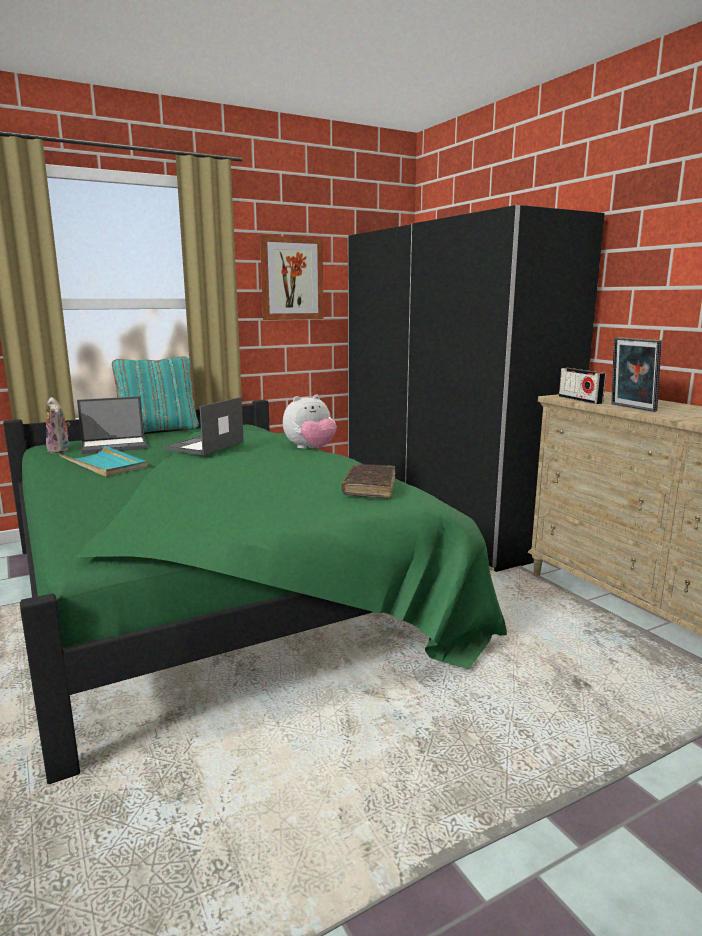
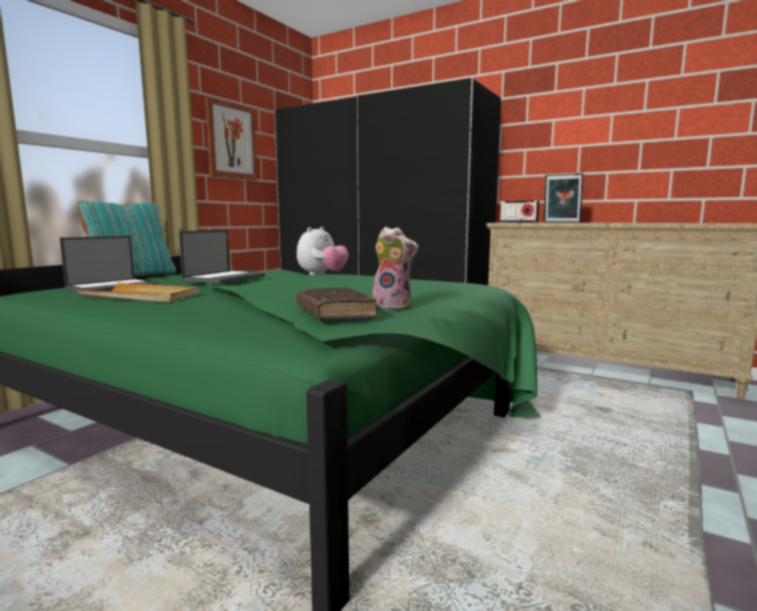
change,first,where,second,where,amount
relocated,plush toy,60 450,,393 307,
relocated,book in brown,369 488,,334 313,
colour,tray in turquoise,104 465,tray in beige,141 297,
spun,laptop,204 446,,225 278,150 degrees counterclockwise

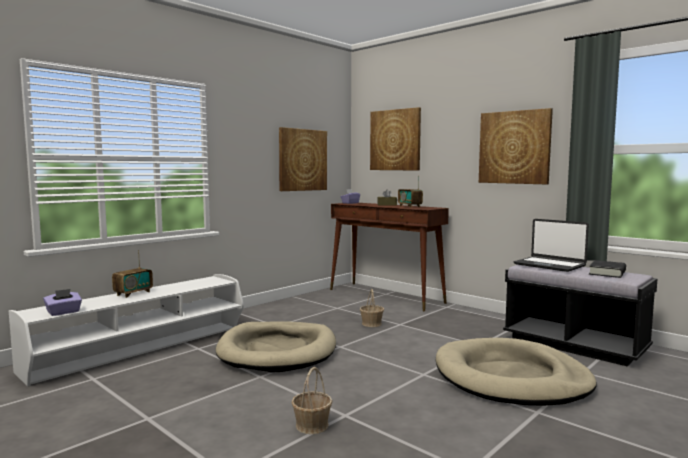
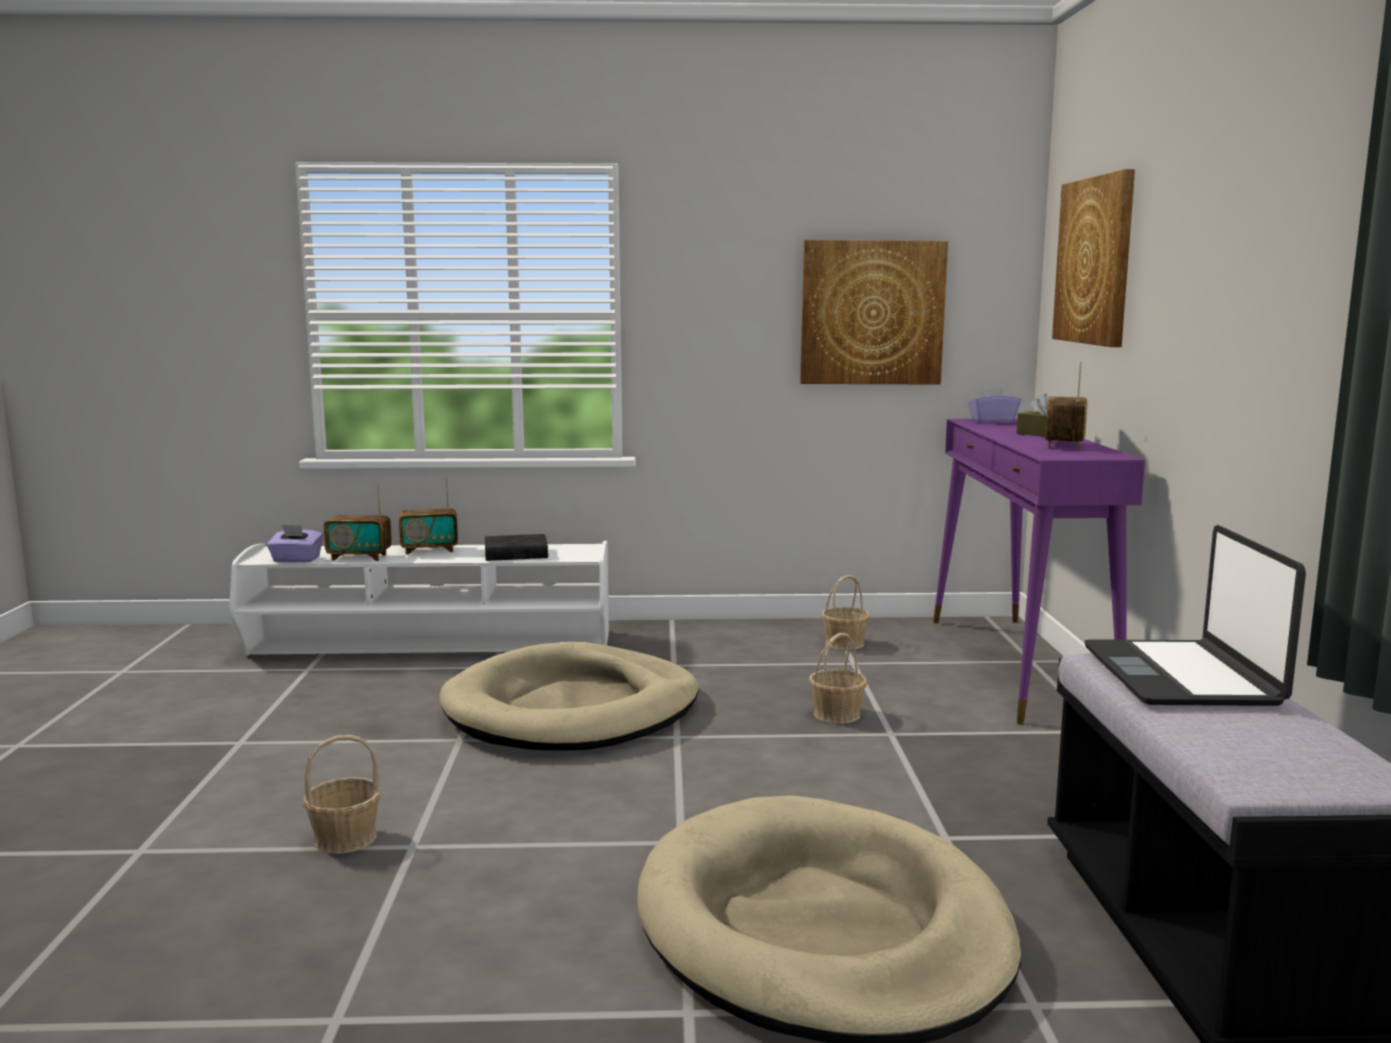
change,first,where,second,where,amount
missing,picture,514 147,,,
appeared,,,radio,359 557,
appeared,,,basket,845 643,
relocated,book in black,607 273,,516 554,
colour,console table in brown,385 296,console table in purple,1018 666,

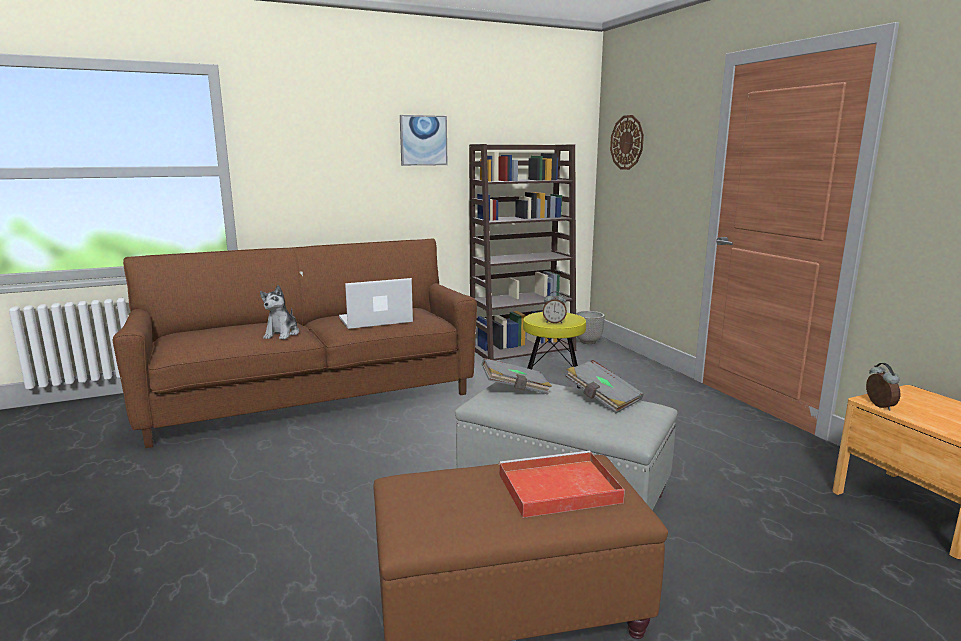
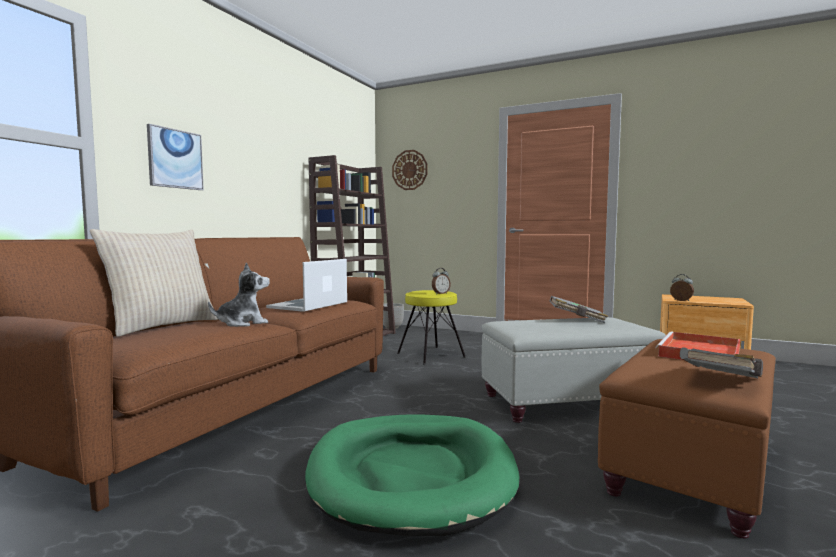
change,first,where,second,where,amount
appeared,,,pillow in beige,161 326,
appeared,,,dog bed in green,411 475,
relocated,picture,423 140,,175 159,
relocated,book in grey,515 389,,722 382,
spun,plush toy,282 334,,243 323,90 degrees counterclockwise

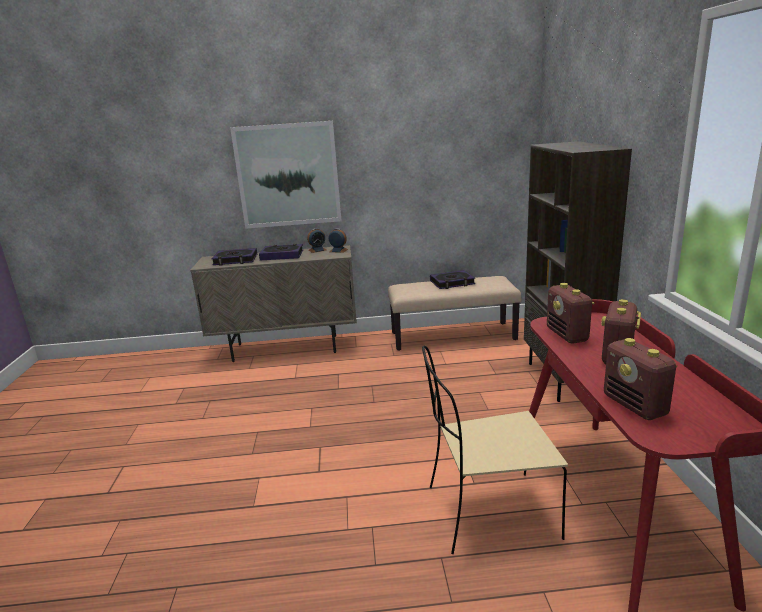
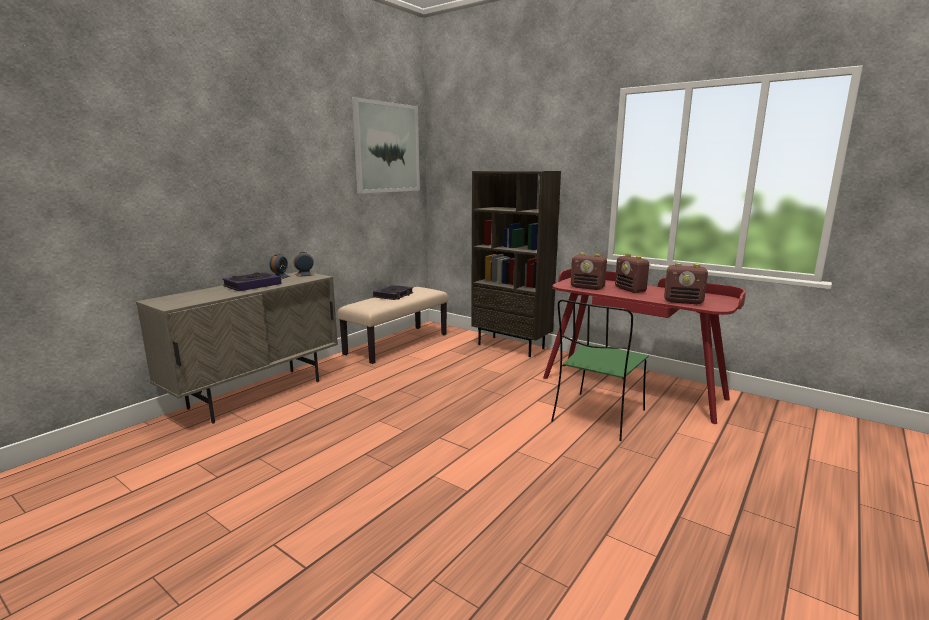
change,first,where,second,where,amount
missing,book,235 260,,,
relocated,picture,288 175,,387 148,
colour,chair in beige,488 512,chair in green,598 417,

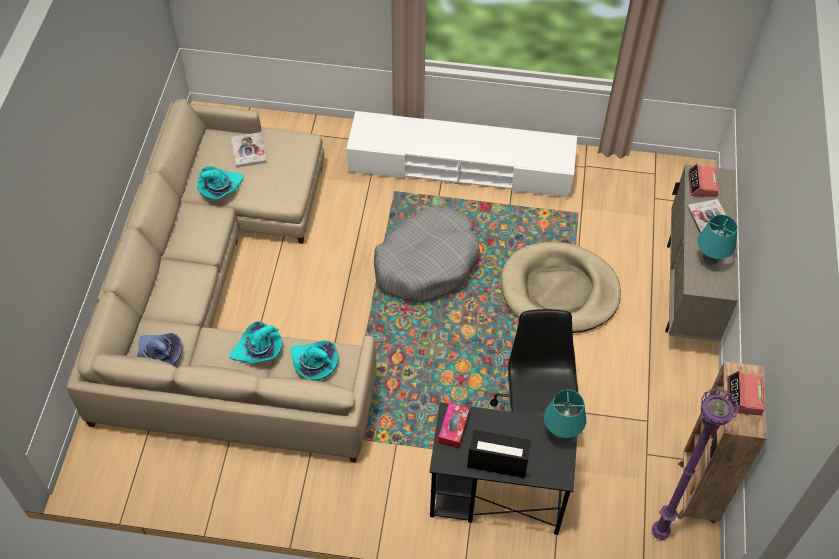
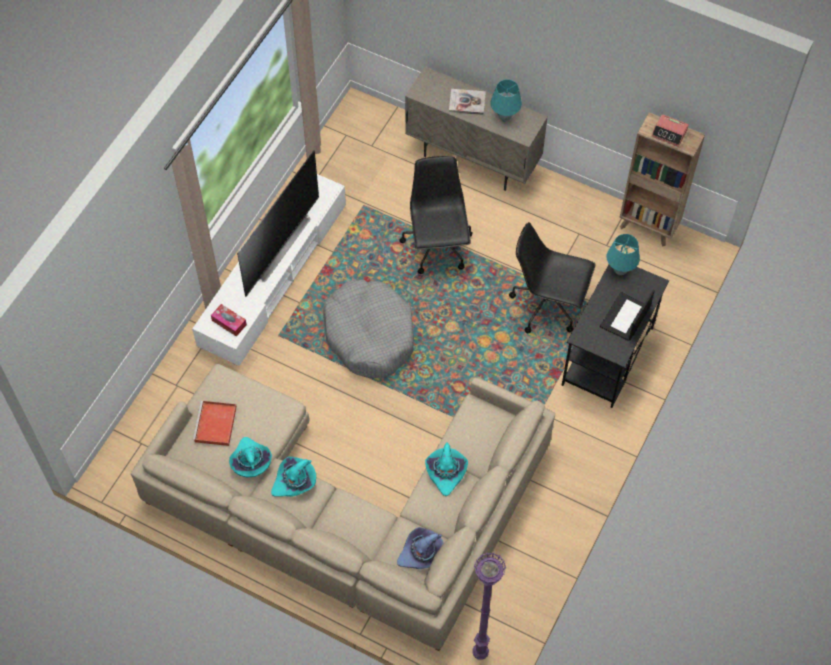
change,first,where,second,where,amount
missing,alarm clock,702 184,,,
appeared,,,television,278 245,
relocated,hat in turquoise,314 364,,295 481,
relocated,tissue box,453 428,,229 322,
relocated,floor lamp in purple,658 532,,479 653,
exchanged,book,248 151,tray in red,215 425,
exchanged,dog bed in beige,559 291,office chair in black,437 247,

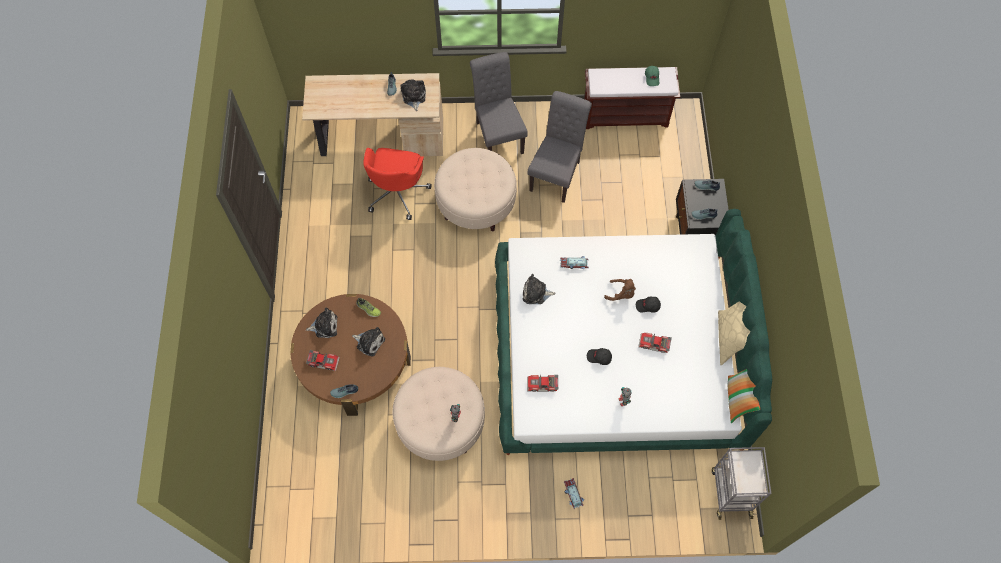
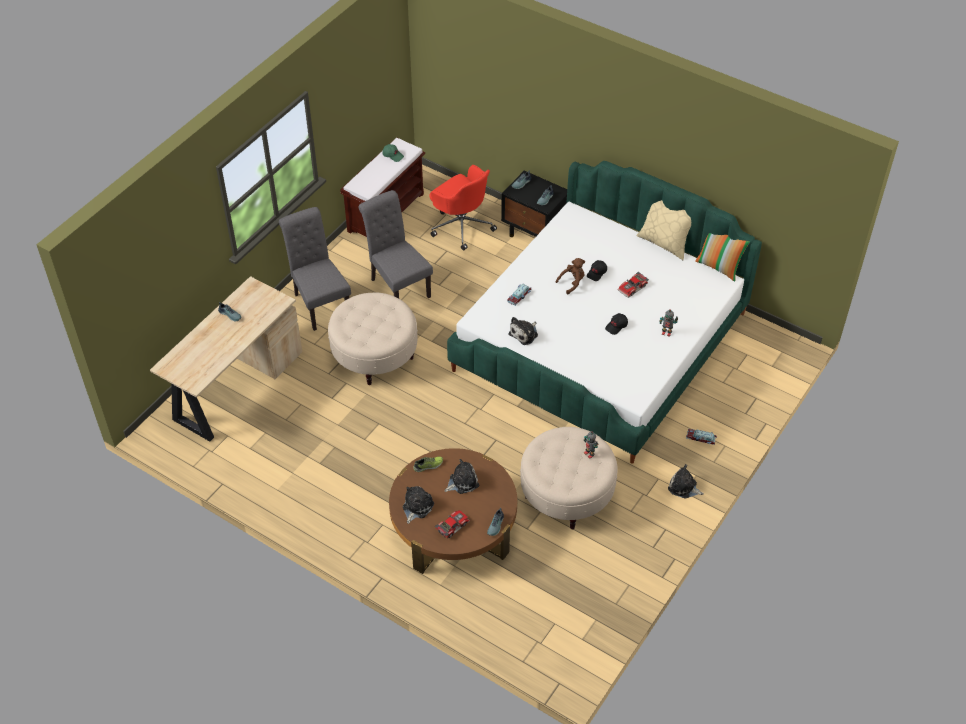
change,first,where,second,where,amount
missing,toy car,542 385,,,
missing,cart in grey,731 491,,,
relocated,office chair in red,397 192,,461 225,
relocated,plush toy,413 97,,684 487,
spun,chair in grey,498 135,,320 303,45 degrees clockwise

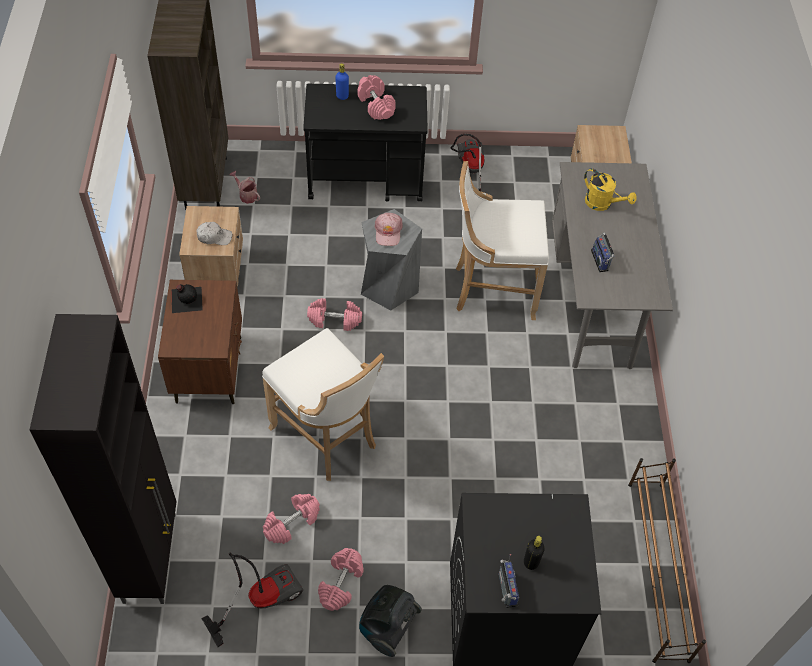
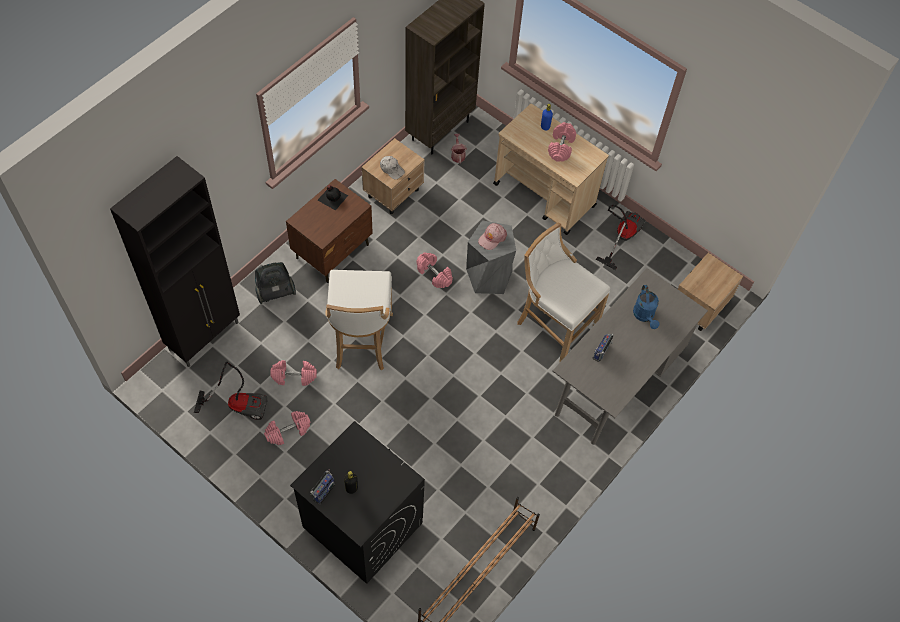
change,first,where,second,where,amount
relocated,vacuum cleaner,387 628,,275 292,
colour,cart in black,366 180,cart in beige,545 195,
colour,watering can in yellow,602 204,watering can in blue,644 316,

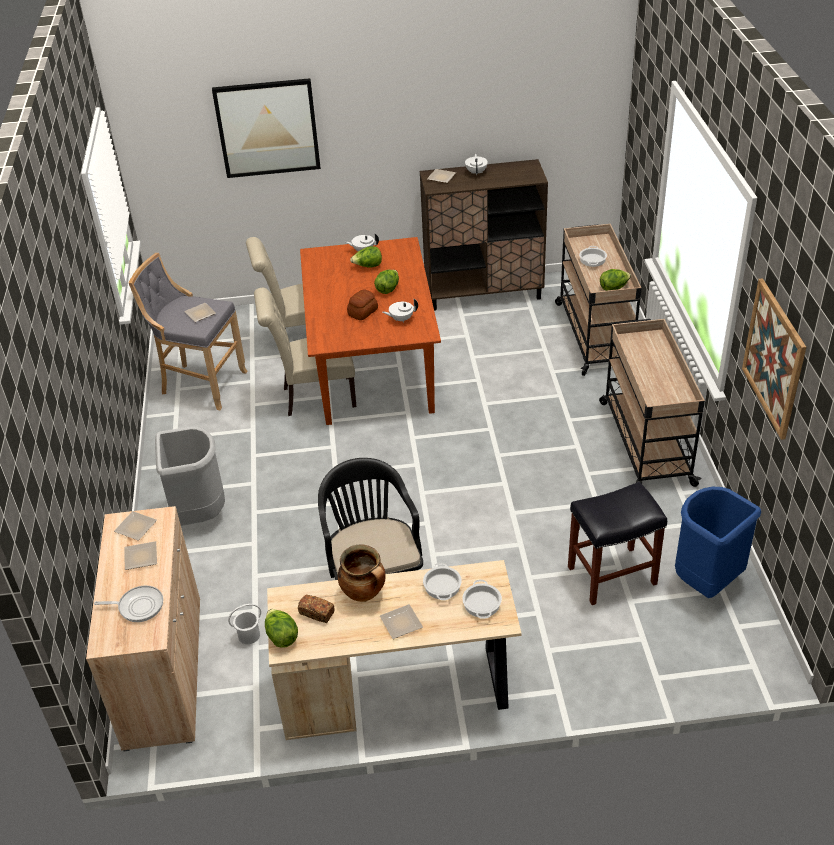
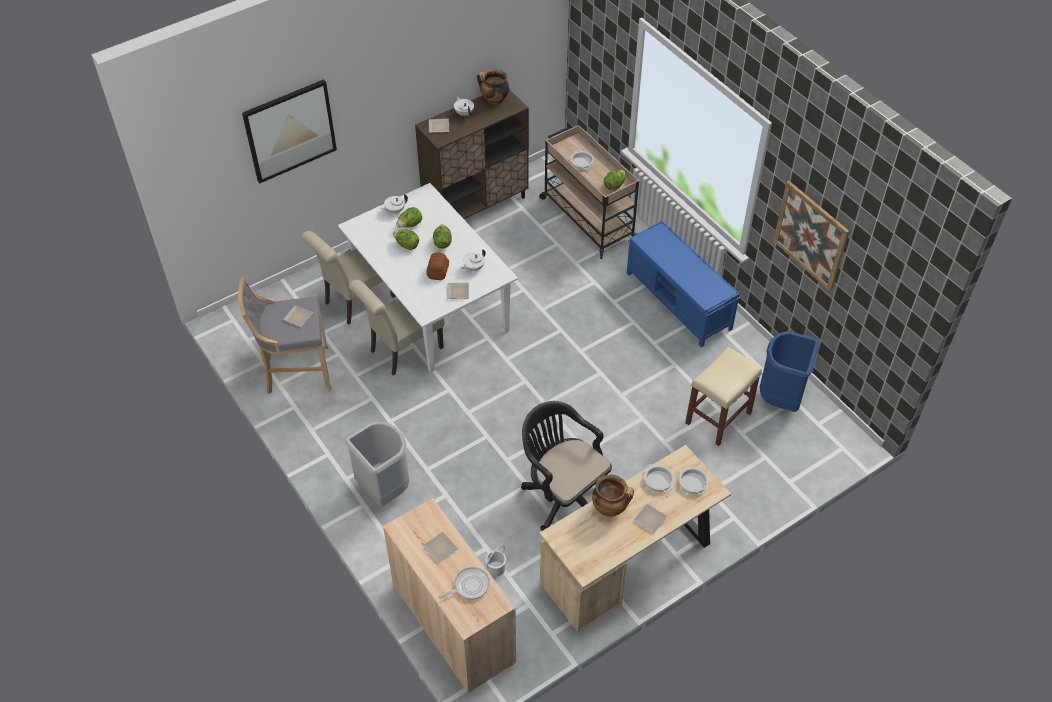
change,first,where,second,where,amount
missing,bread,317 613,,,
appeared,,,cooking pot,494 100,
relocated,plate,137 527,,458 291,
relocated,lettuce,281 636,,406 245,
exchanged,cart in beige,645 441,bench in blue,679 301,
colour,dining table in brown,372 366,dining table in white,430 305,
colour,stool in black,611 576,stool in beige,718 419,

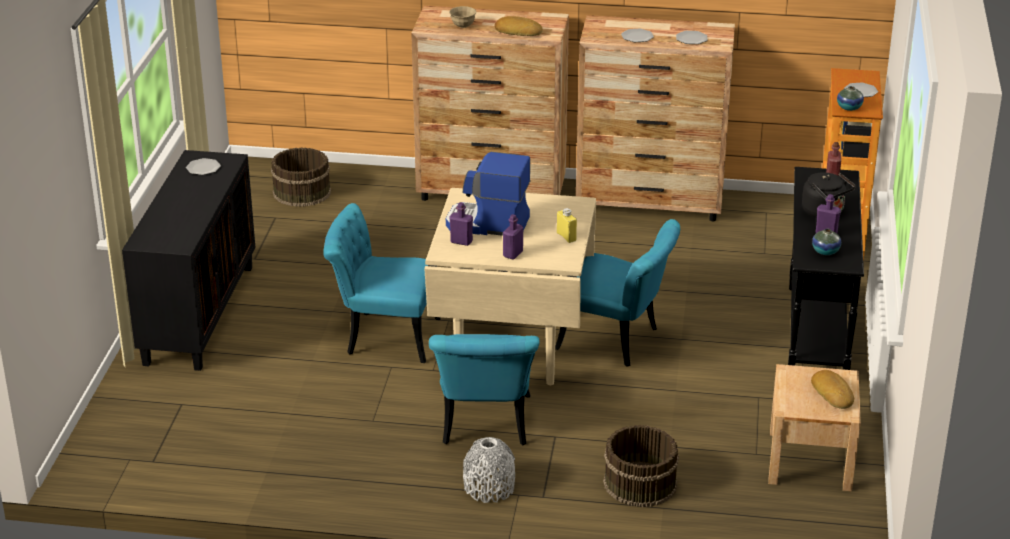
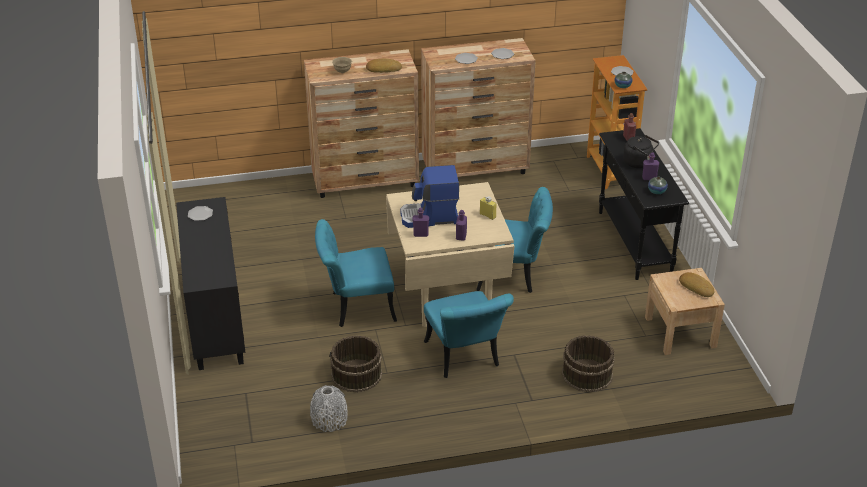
change,first,where,second,where,amount
relocated,bucket in brown,301 192,,356 375,
relocated,vase in grey,489 487,,329 419,

